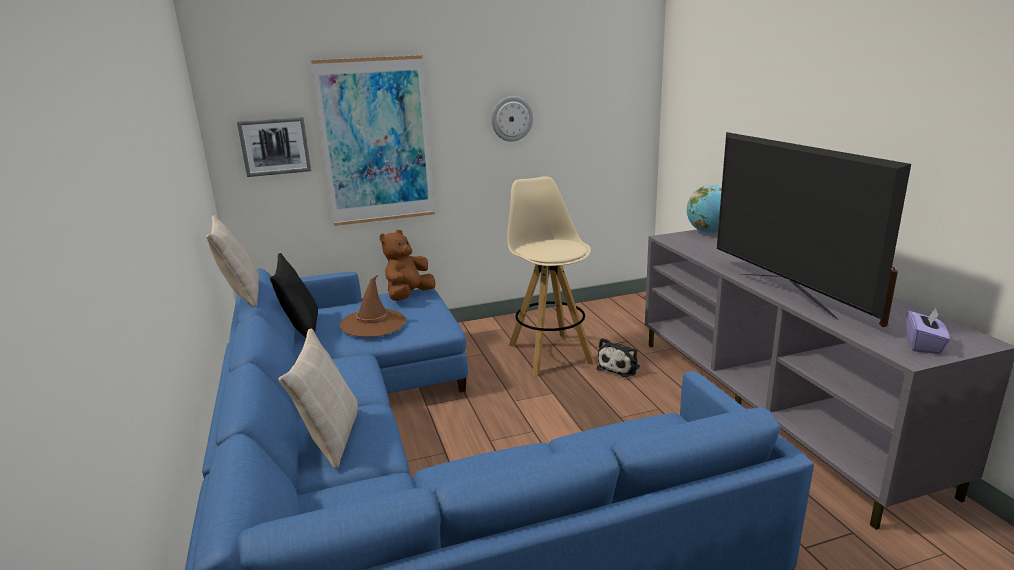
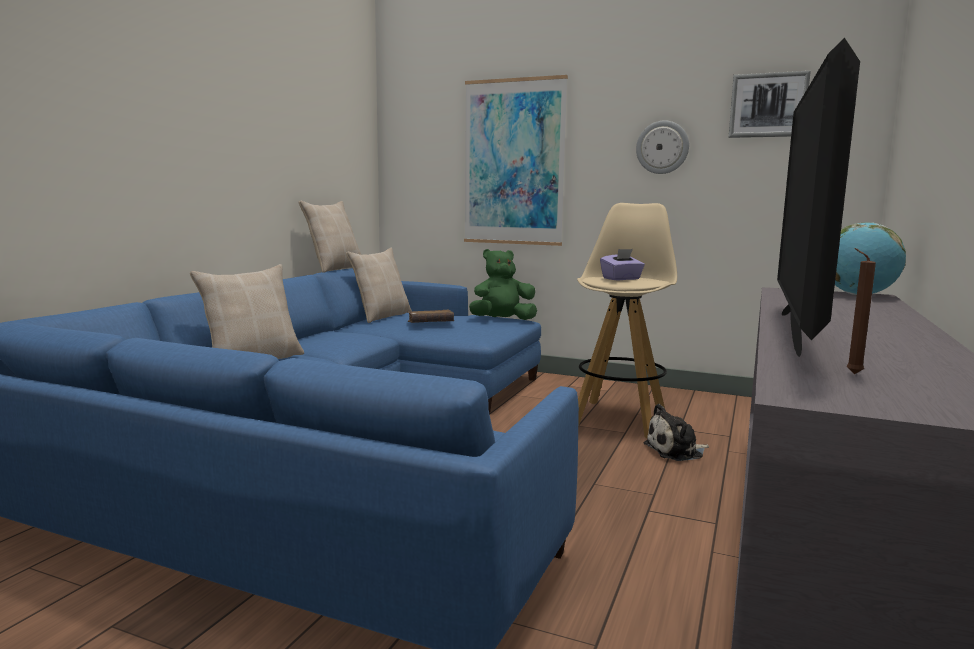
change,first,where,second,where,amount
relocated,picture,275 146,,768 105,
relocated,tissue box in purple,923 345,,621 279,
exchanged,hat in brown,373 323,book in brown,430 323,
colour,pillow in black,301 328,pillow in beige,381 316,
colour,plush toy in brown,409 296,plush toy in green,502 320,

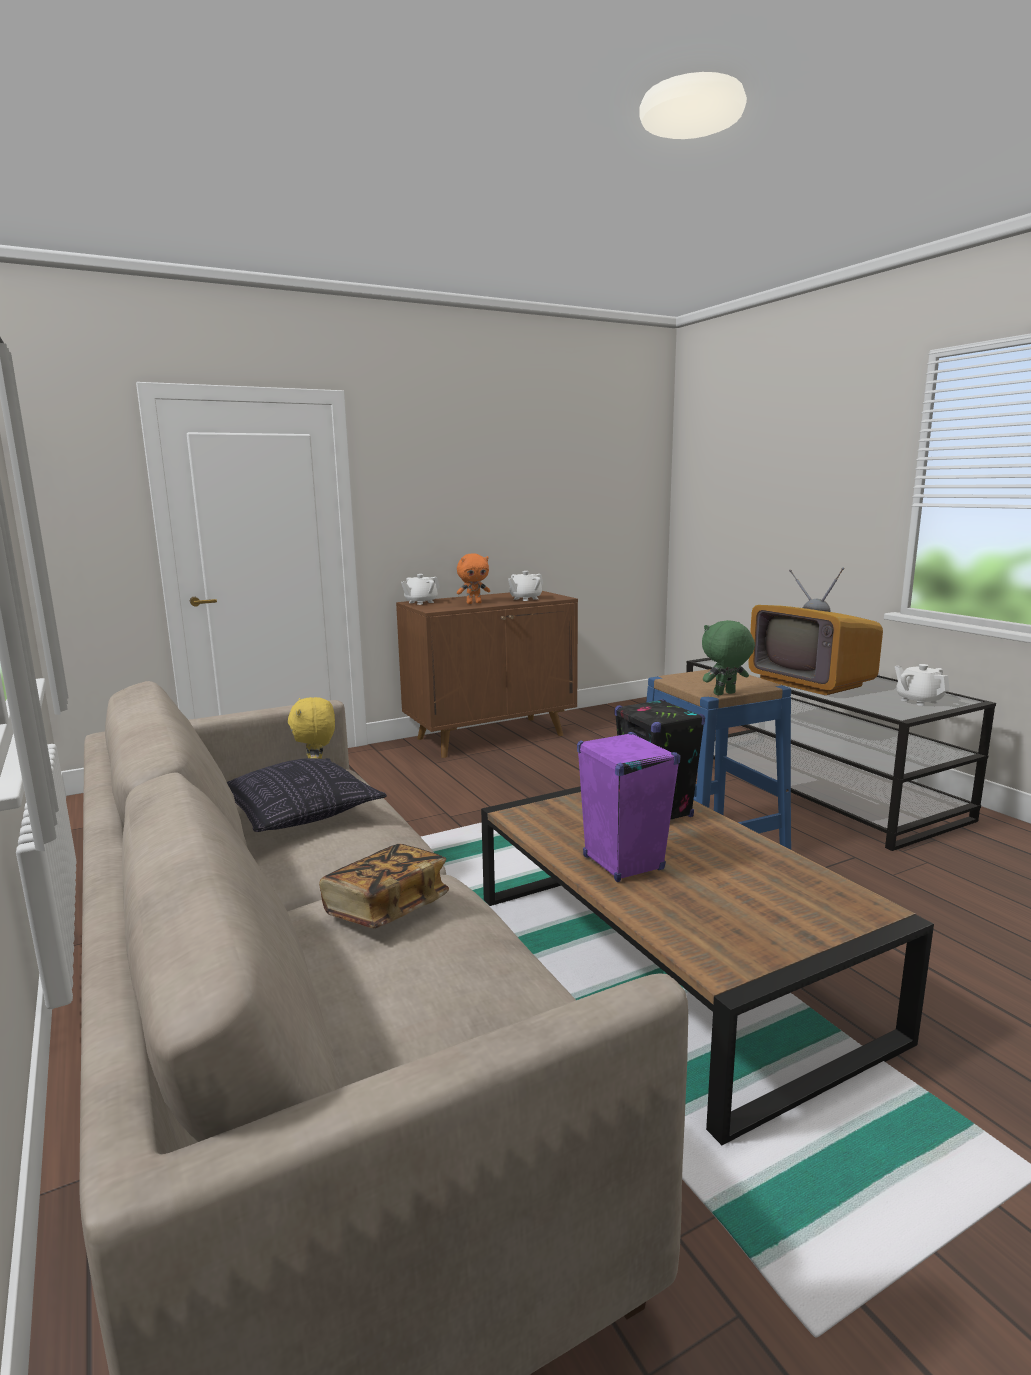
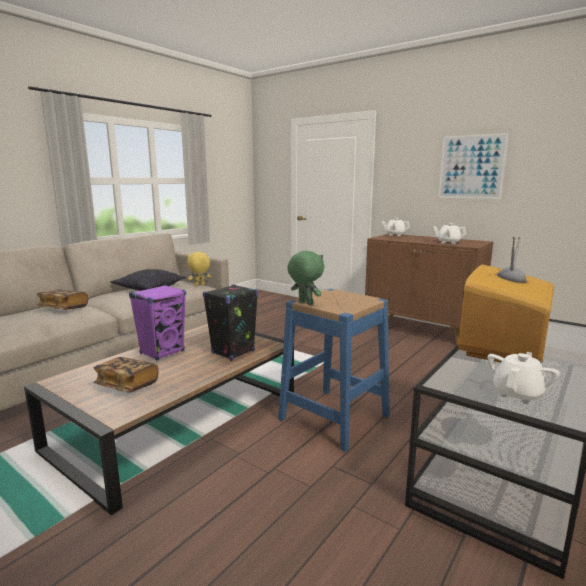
change,first,where,second,where,amount
missing,plush toy in orange,474 603,,,
appeared,,,book,127 385,
appeared,,,picture,471 167,

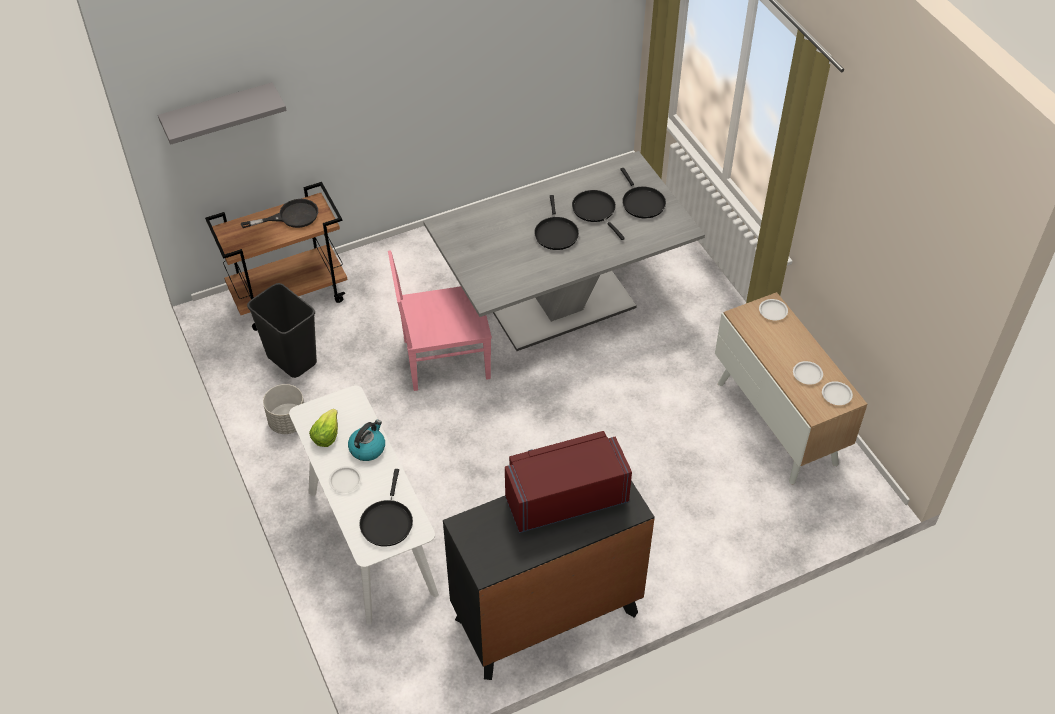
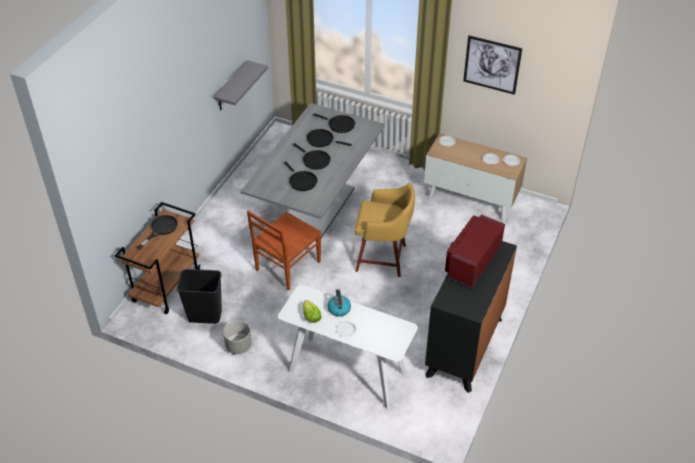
change,first,where,second,where,amount
appeared,,,stool in yellow,383 258,
appeared,,,picture,492 65,
relocated,shelf in grey,219 113,,231 87,
relocated,frying pan in black,387 521,,301 181,
colour,chair in pink,444 359,chair in brown,287 266,

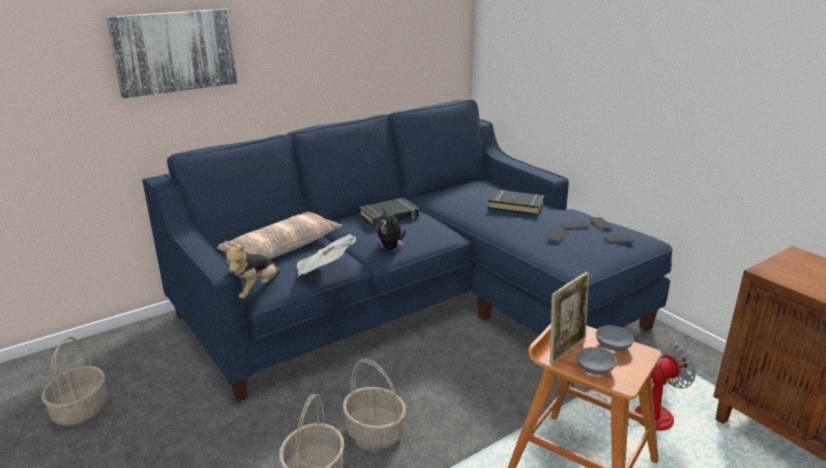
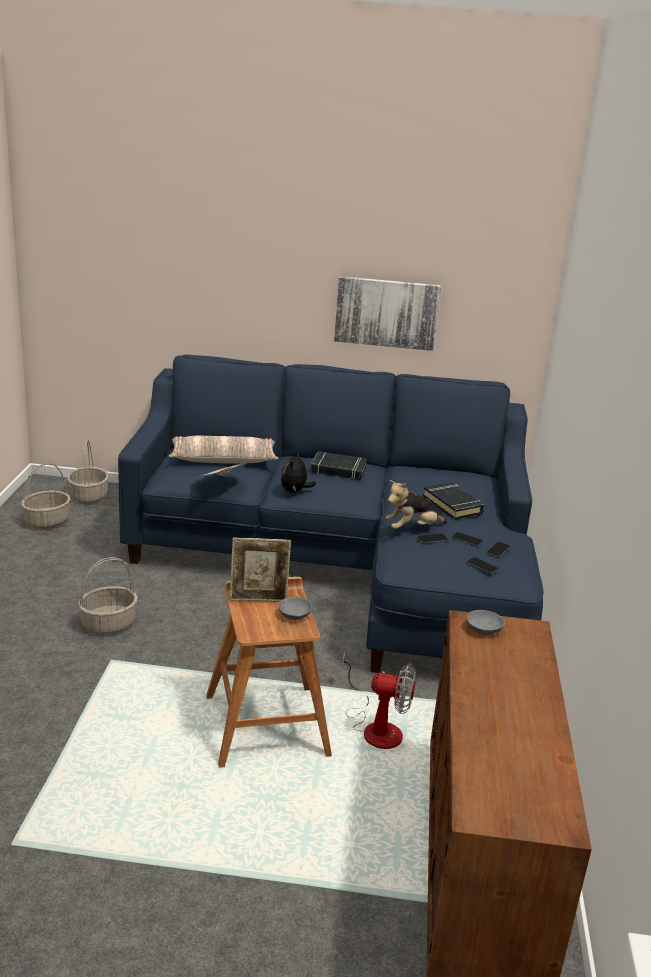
change,first,where,second,where,amount
relocated,picture,175 51,,386 312,
relocated,plush toy,254 290,,412 528,
relocated,basket,375 432,,89 496,
relocated,bowl in grey,594 367,,484 629,

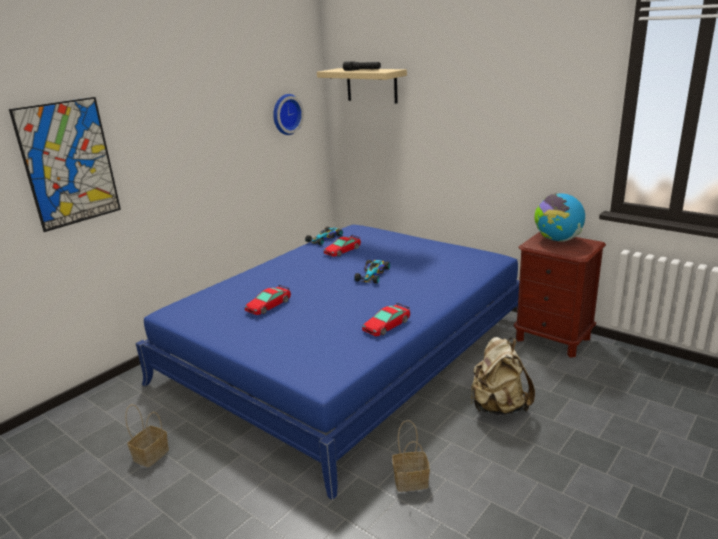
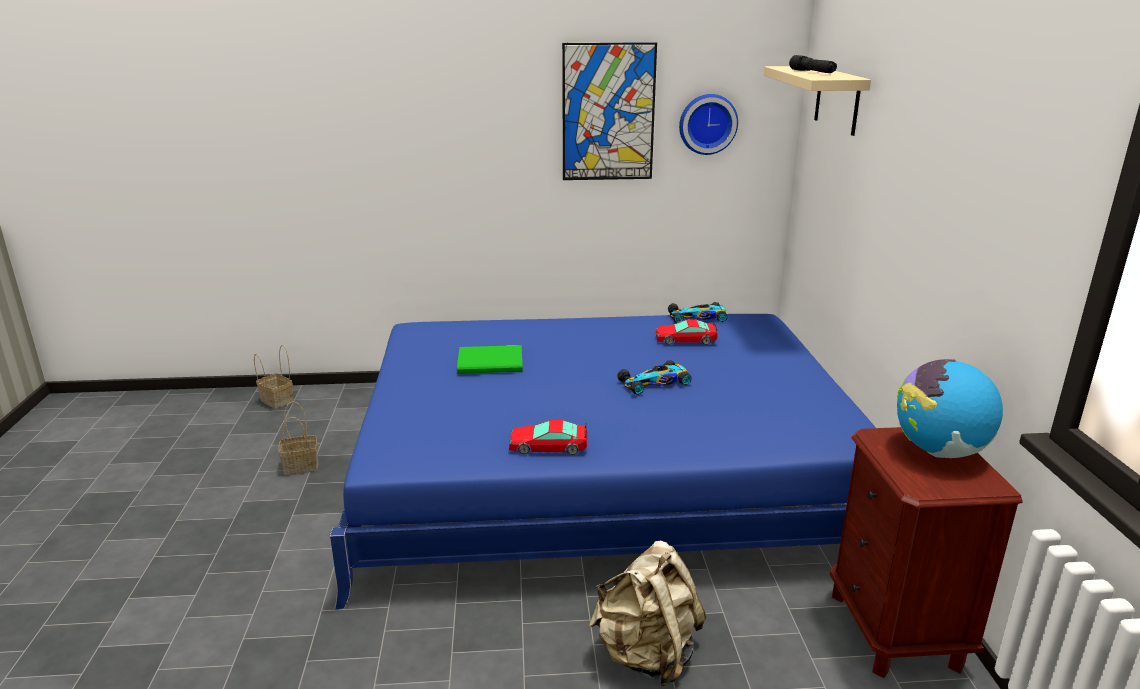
change,first,where,second,where,amount
relocated,picture,69 163,,608 113,
relocated,basket,412 480,,278 400,
exchanged,toy car,268 305,book in green,492 363,

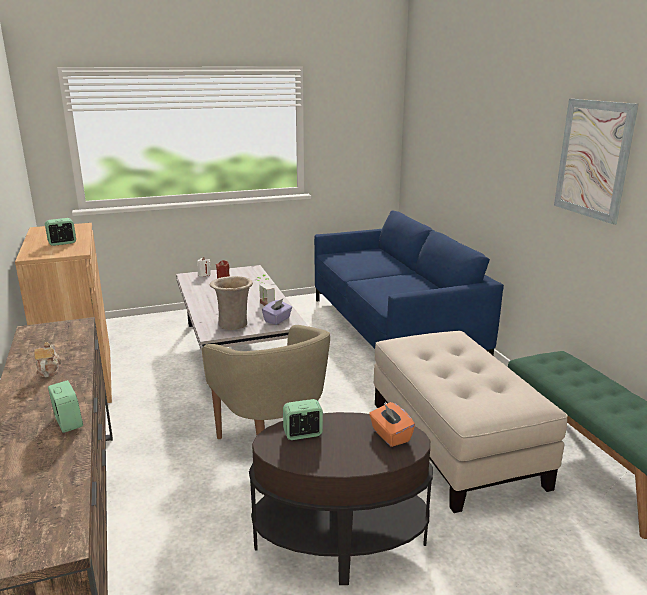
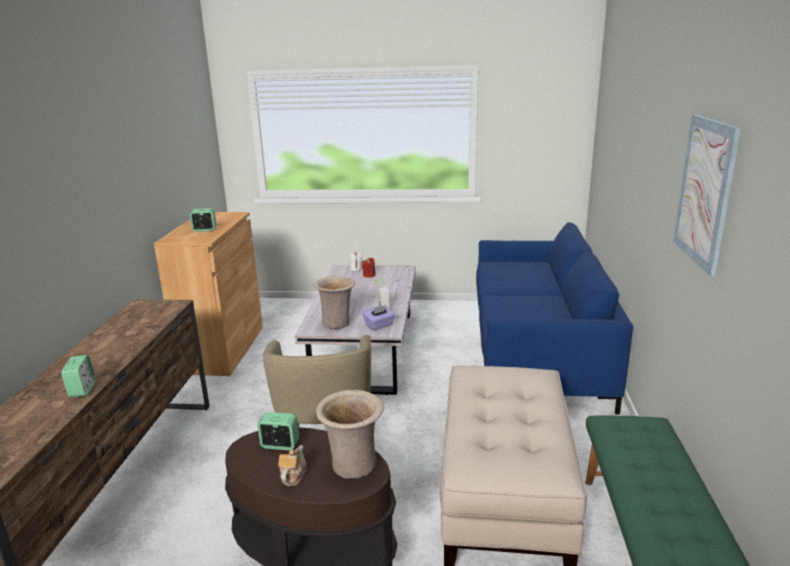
change,first,where,second,where,amount
relocated,teapot,49 370,,293 476,
exchanged,tissue box in orange,390 435,vase in beige,353 467,

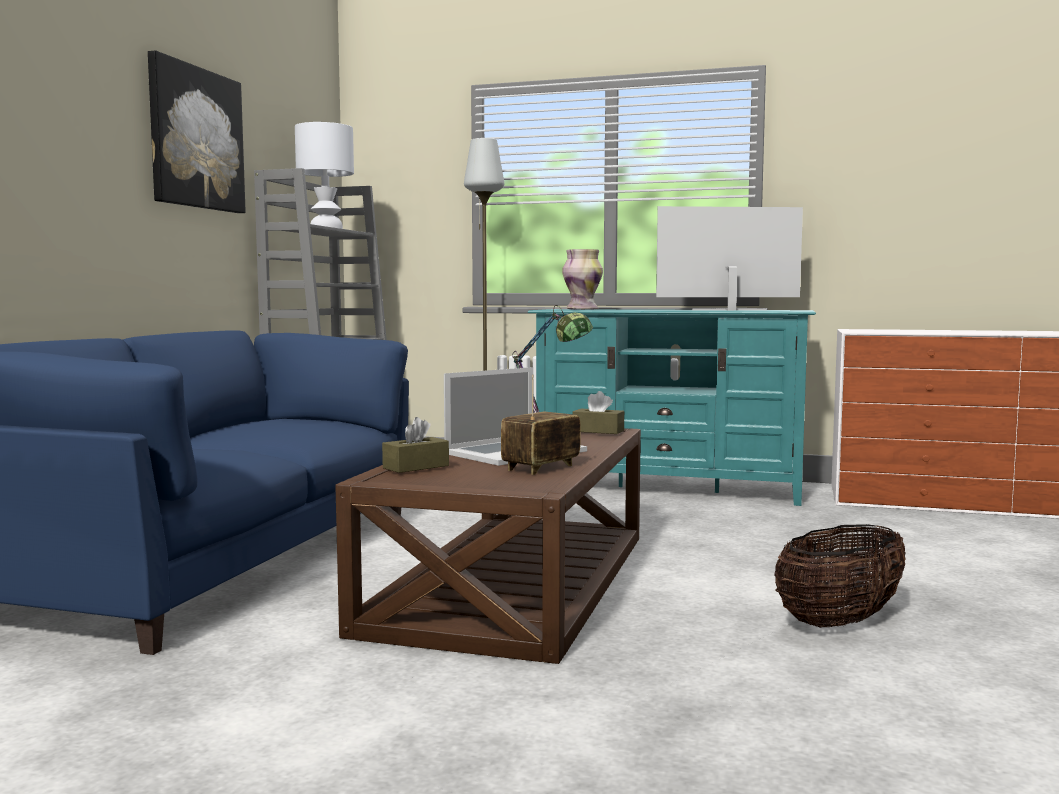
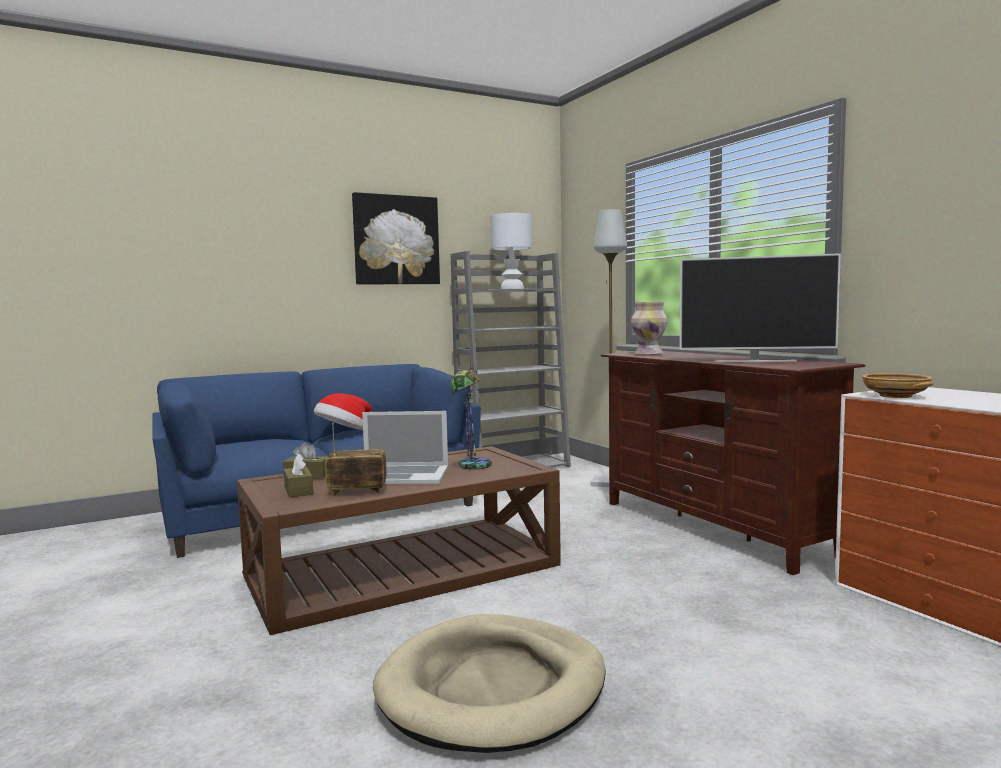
change,first,where,second,where,amount
appeared,,,hat,343 433,
appeared,,,bowl in beige,896 396,
relocated,tissue box in brown,598 431,,298 490,
exchanged,basket,840 621,dog bed in beige,493 688,
colour,tv stand in turquoise,669 489,tv stand in brown,714 527,
spun,television,729 310,,755 361,150 degrees clockwise

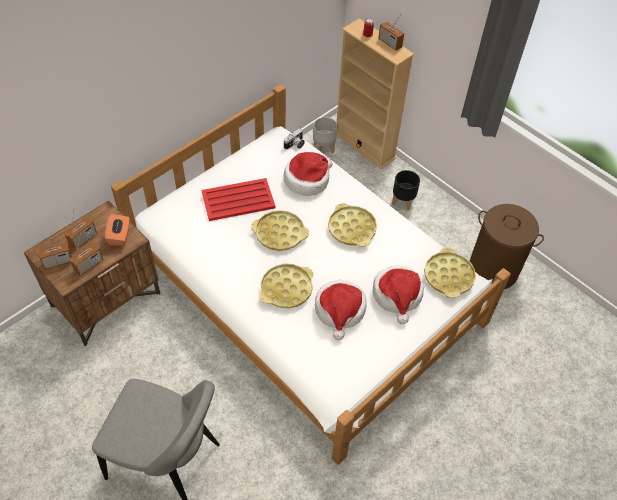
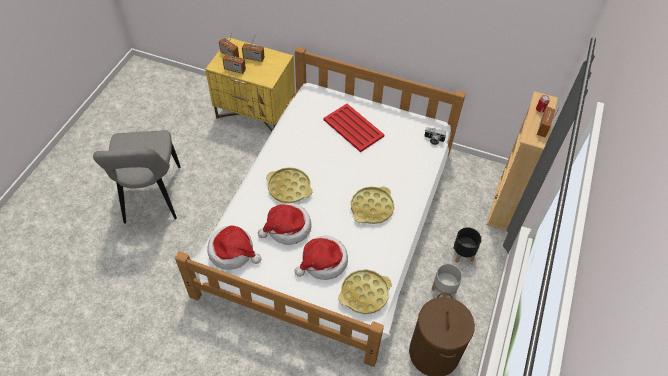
change,first,where,second,where,amount
missing,tissue box in orange,119 236,,,
missing,tray in yellow,280 234,,,
relocated,hat,307 179,,232 252,
relocated,planter in grey,323 147,,444 290,
colour,nightstand in brown,106 299,nightstand in yellow,256 112,

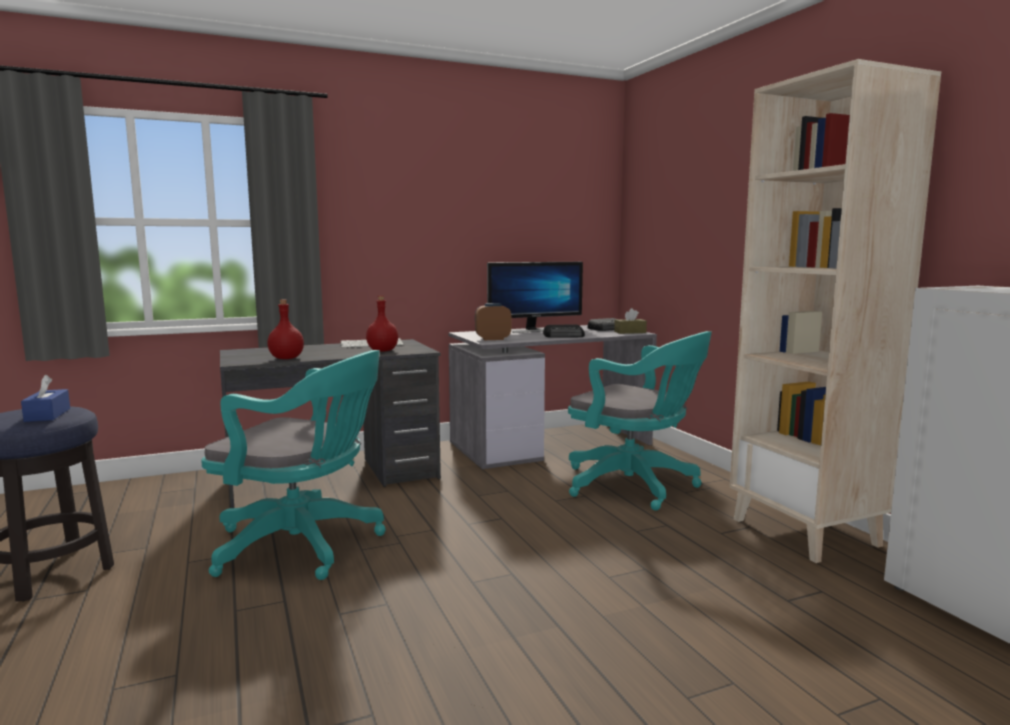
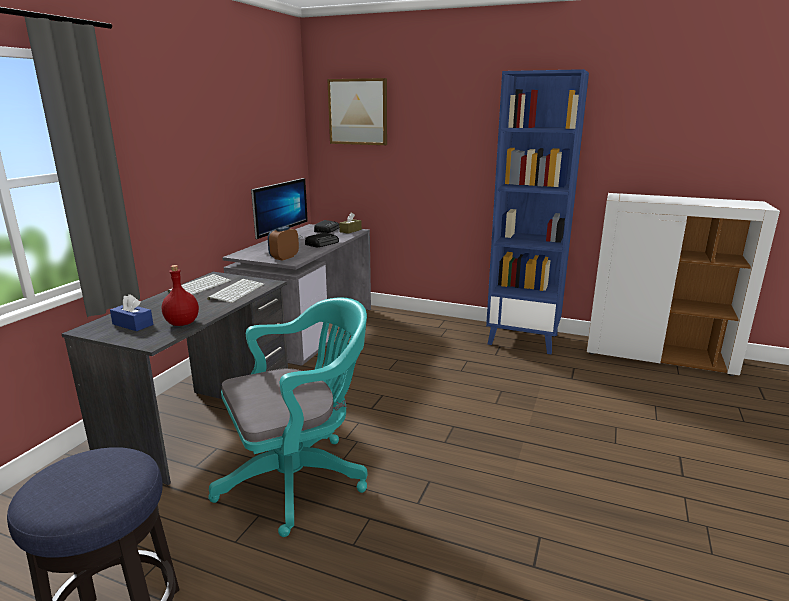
change,first,where,second,where,amount
missing,office chair in turquoise,635 486,,,
appeared,,,picture,358 112,
relocated,tissue box in blue,47 415,,133 324,
exchanged,bottle in red,382 351,keyboard,236 291,
colour,bookcase in beige,806 532,bookcase in blue,523 339,

